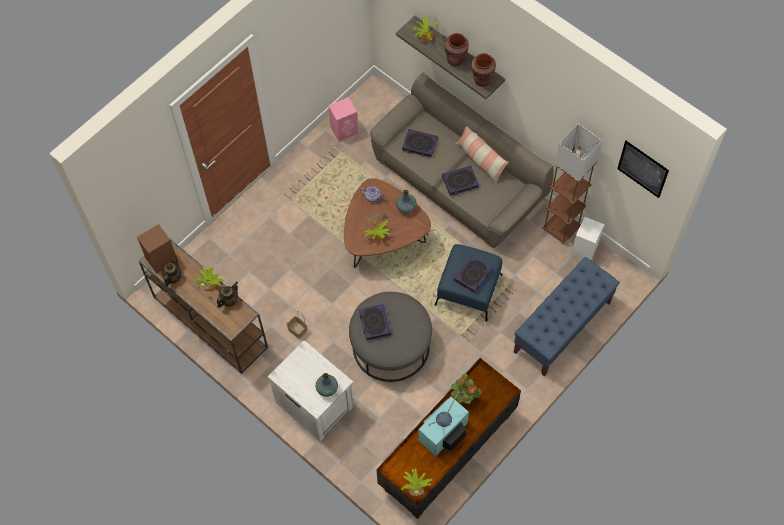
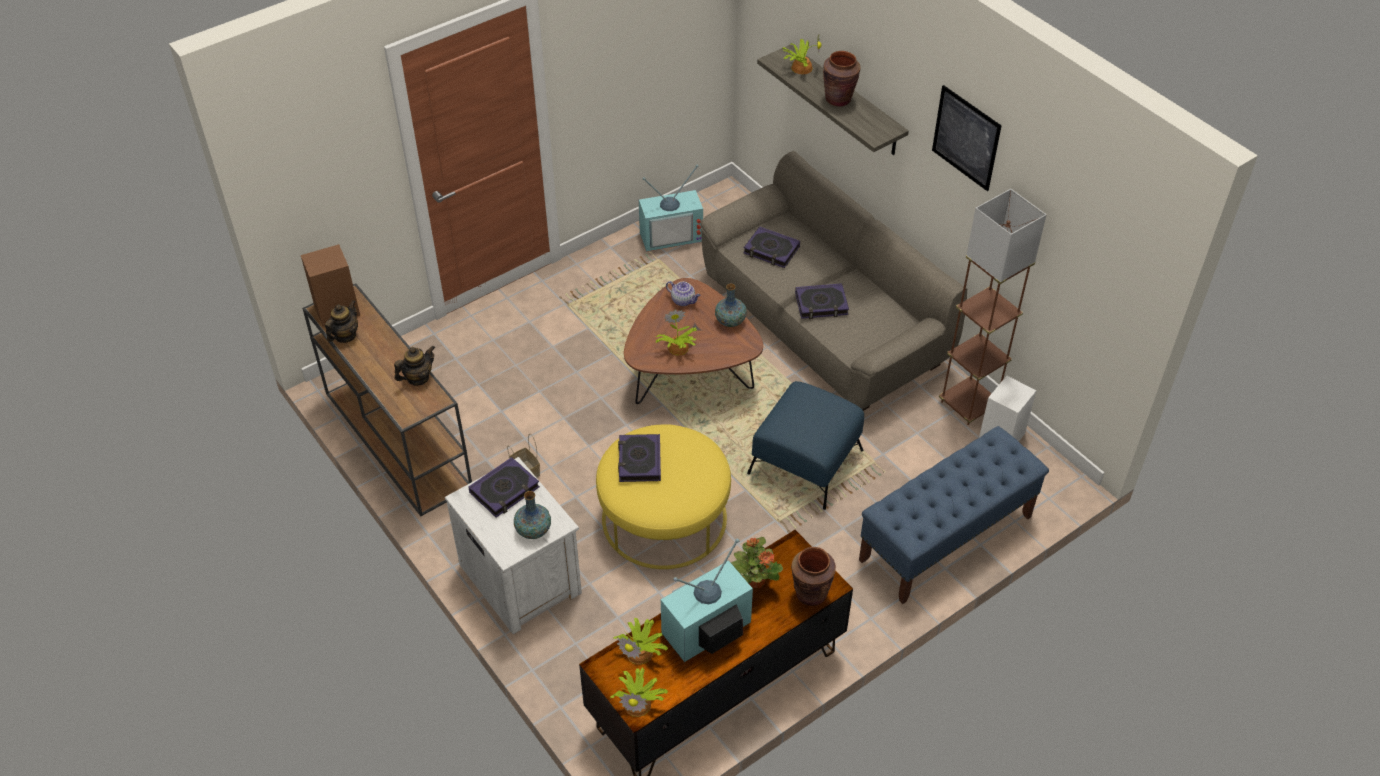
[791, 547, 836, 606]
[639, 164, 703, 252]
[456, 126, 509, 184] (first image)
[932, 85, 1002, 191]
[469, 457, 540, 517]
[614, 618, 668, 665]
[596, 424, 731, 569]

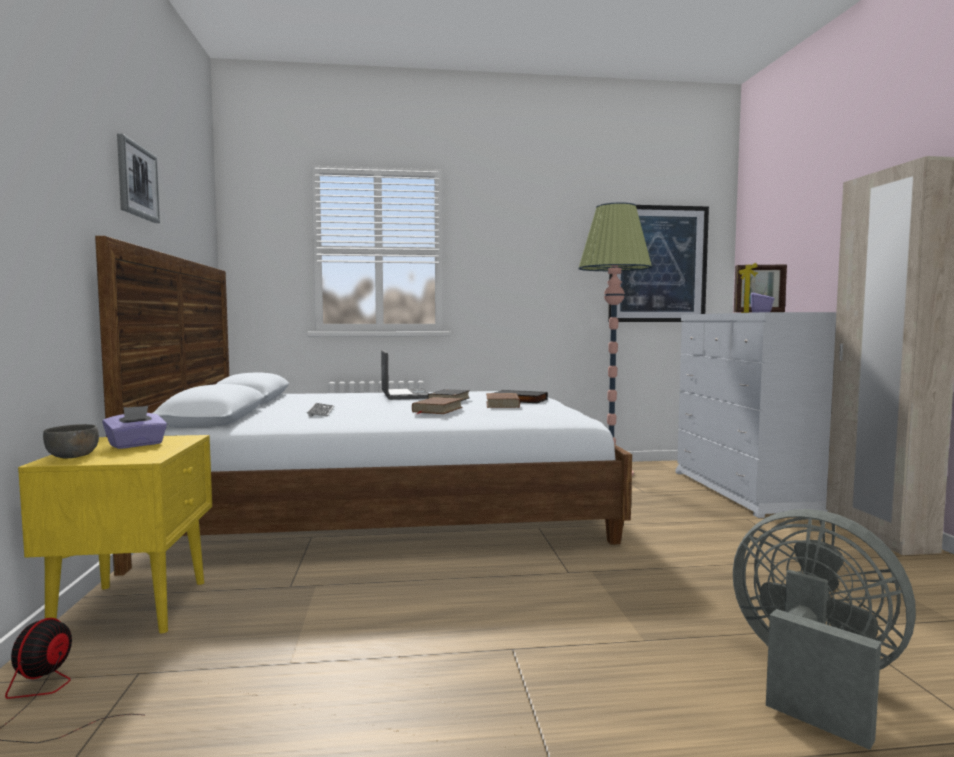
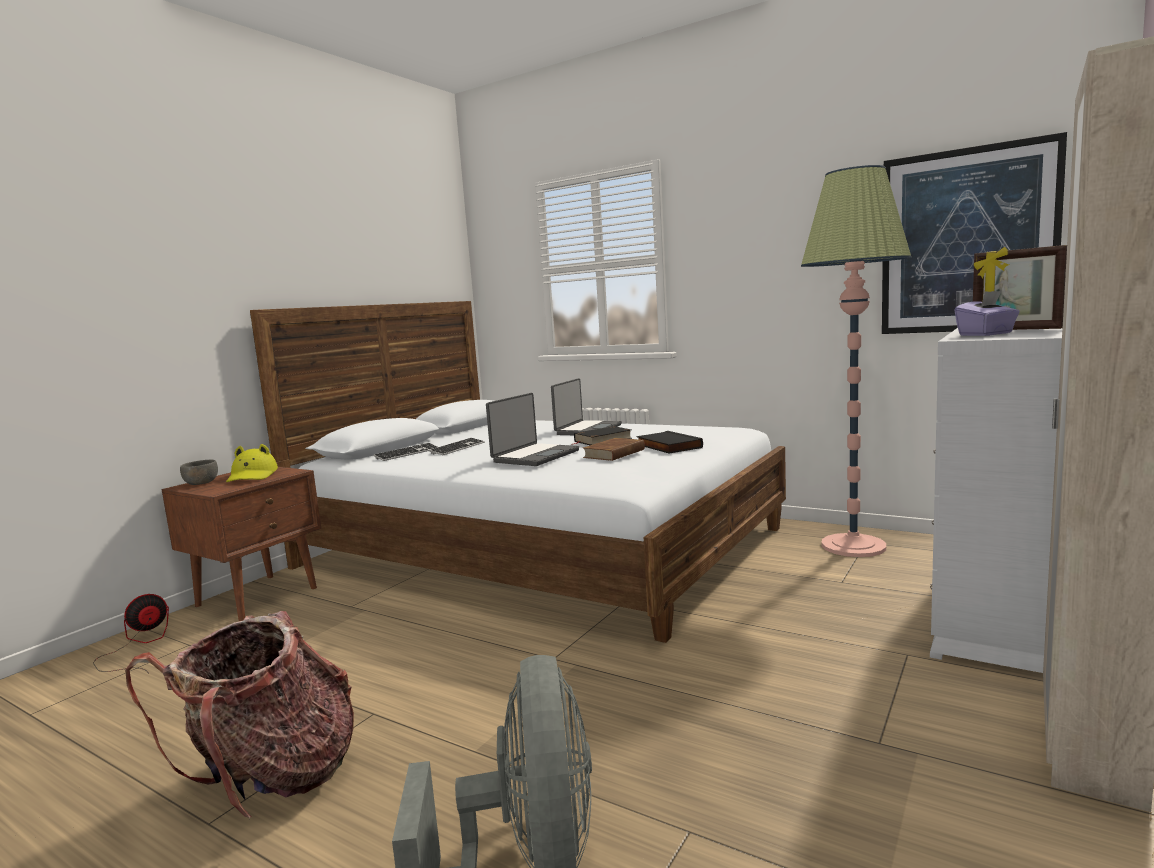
[117, 134, 160, 223] (first image)
[486, 393, 579, 466]
[226, 444, 278, 482]
[161, 467, 321, 621]
[373, 443, 438, 461]
[125, 611, 354, 819]

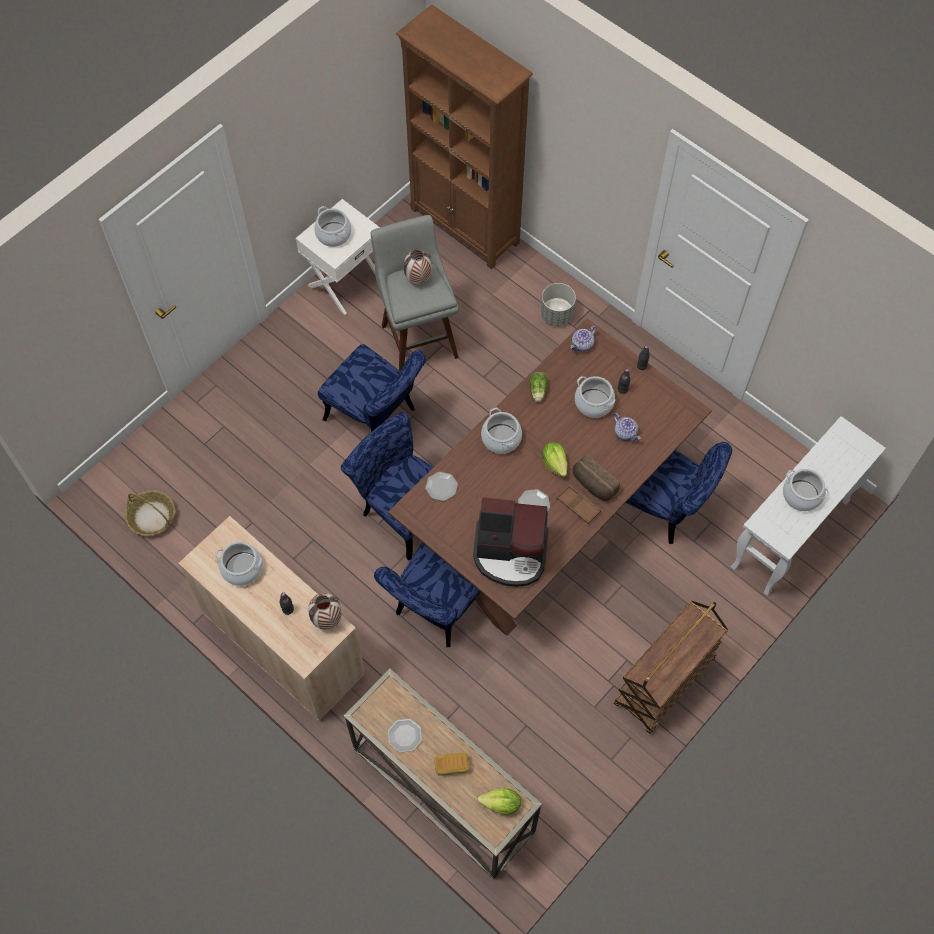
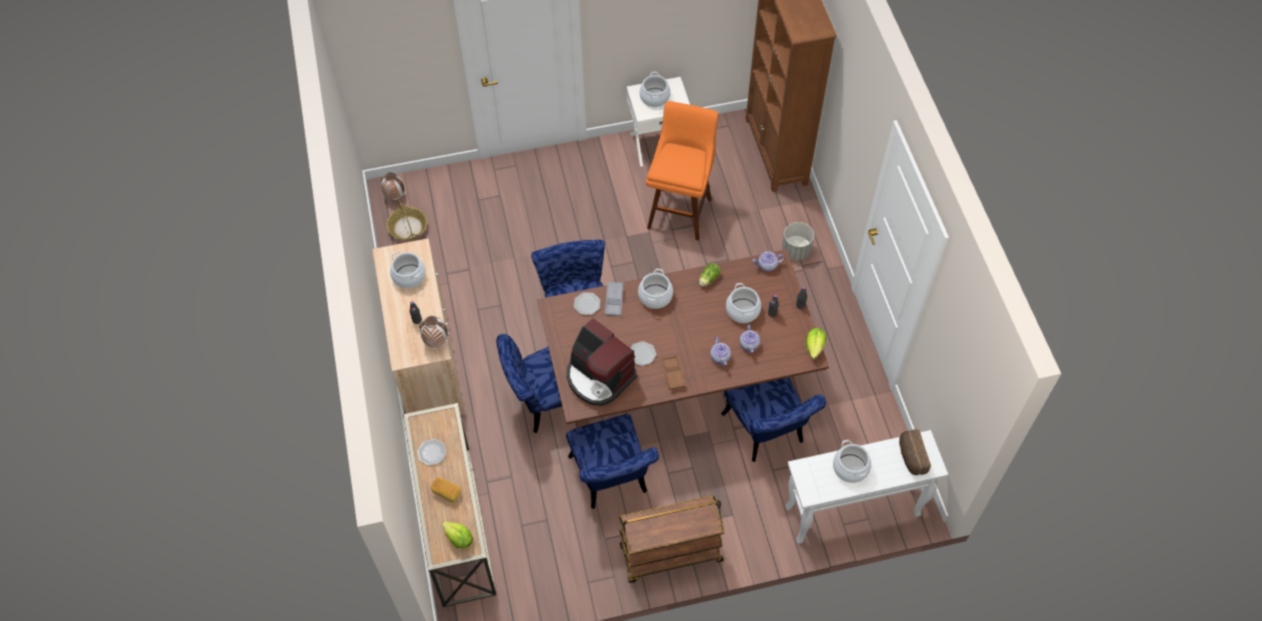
[646, 101, 718, 241]
[381, 172, 405, 200]
[566, 414, 659, 509]
[805, 328, 826, 359]
[899, 429, 931, 475]
[605, 282, 623, 316]
[710, 337, 731, 366]

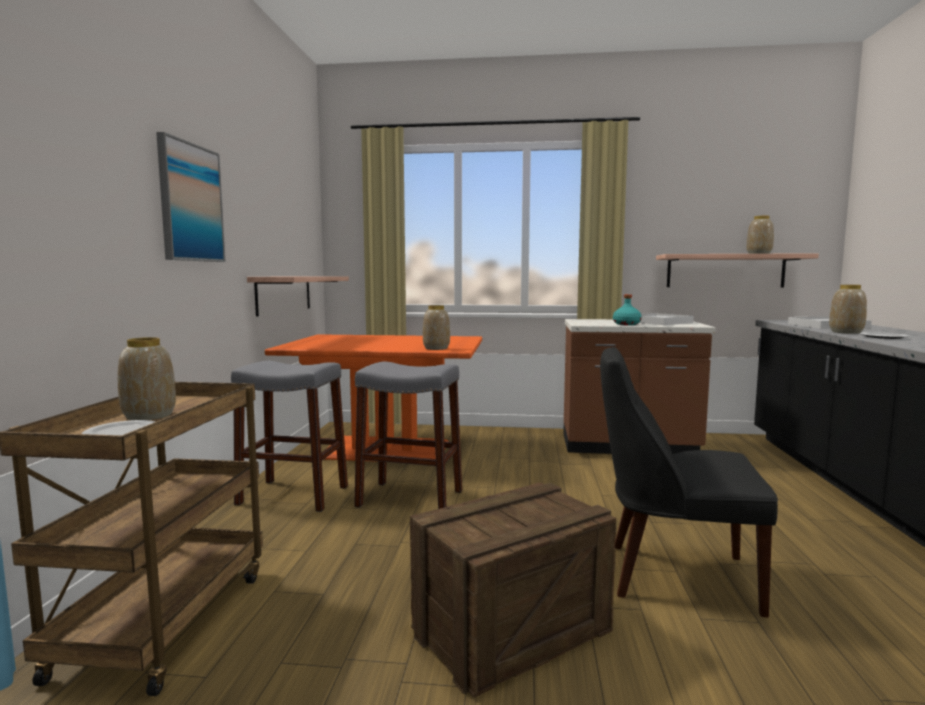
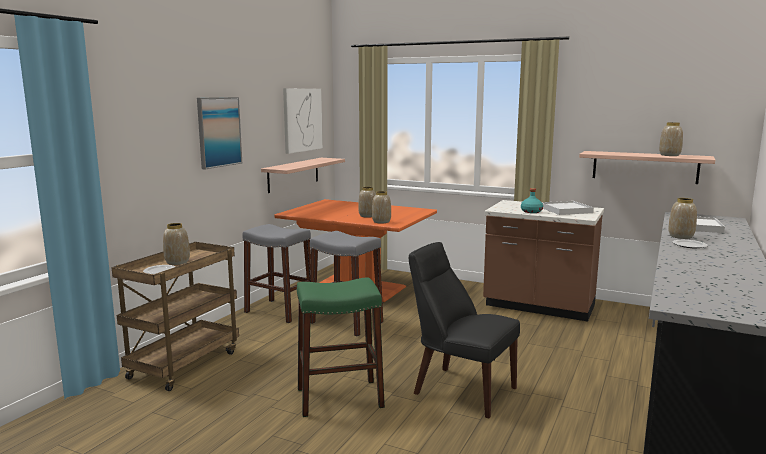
[297, 277, 385, 417]
[283, 88, 323, 154]
[358, 187, 376, 218]

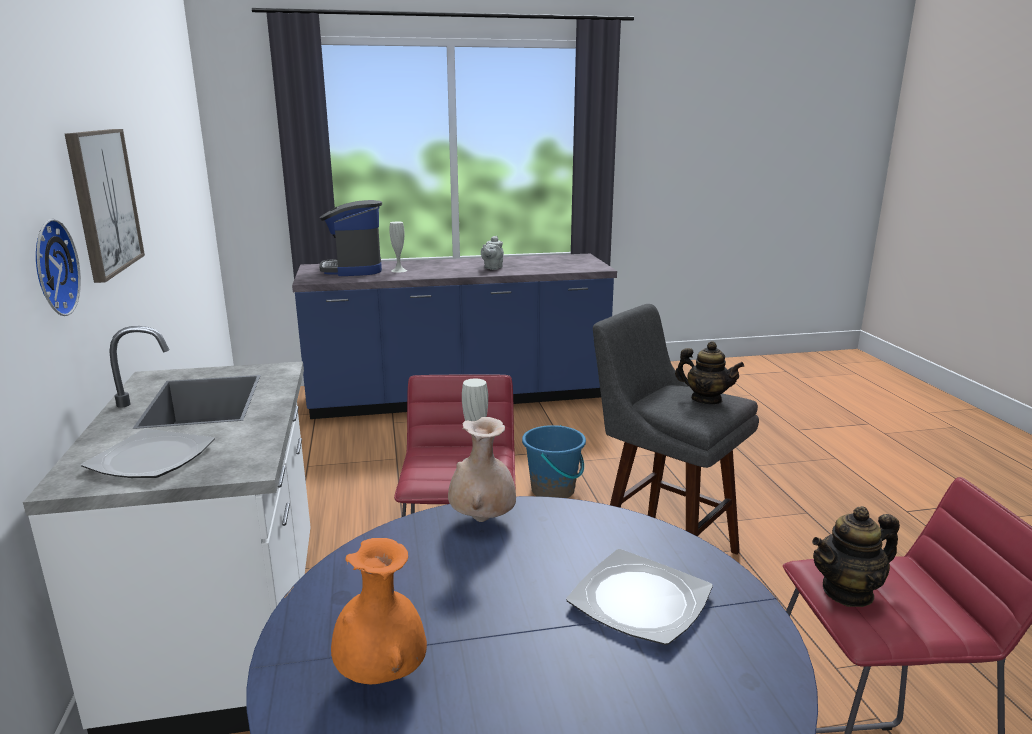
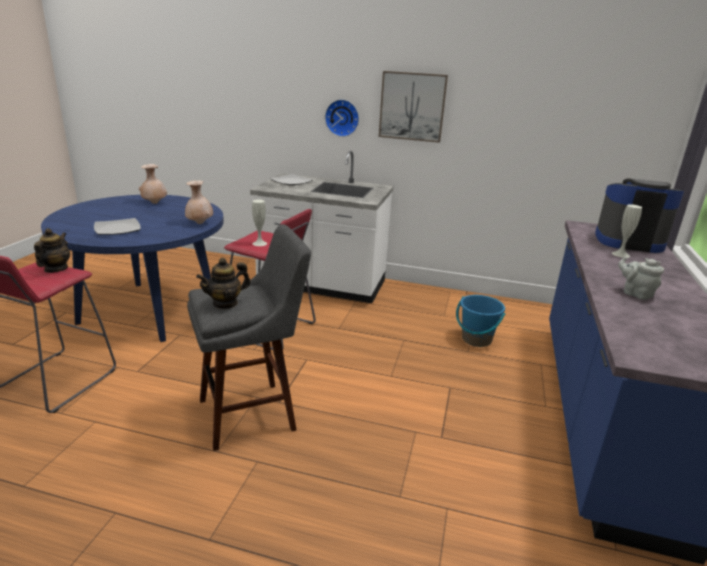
[456, 295, 505, 347]
[139, 164, 167, 204]

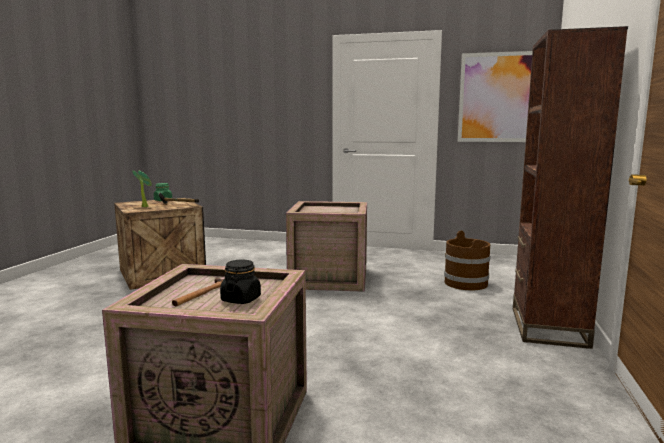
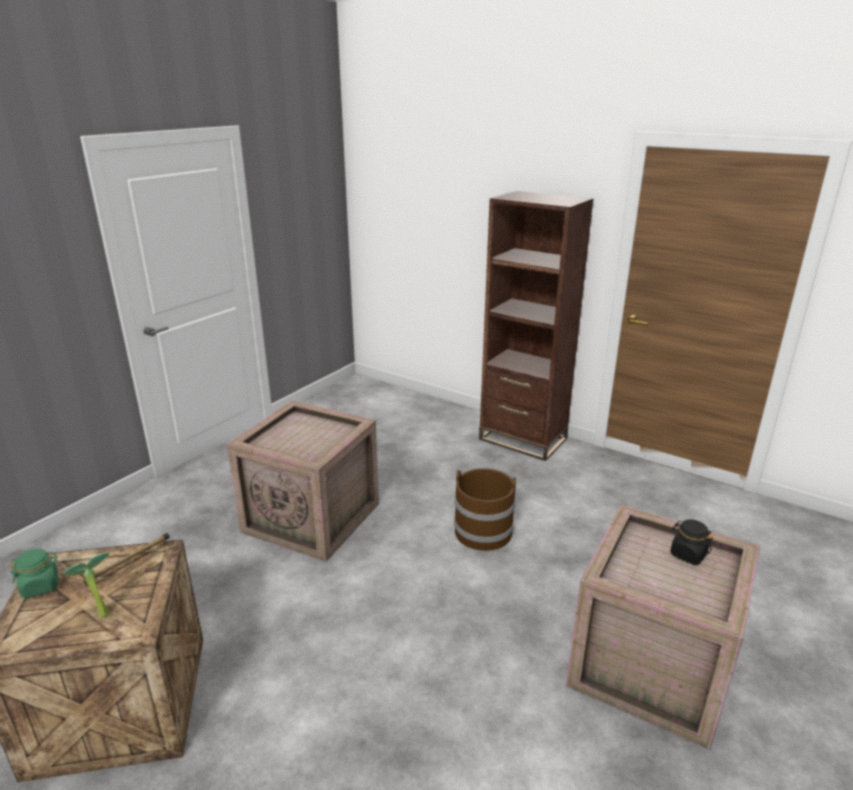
[458, 51, 533, 142] (first image)
[454, 468, 516, 551]
[172, 278, 224, 306] (first image)

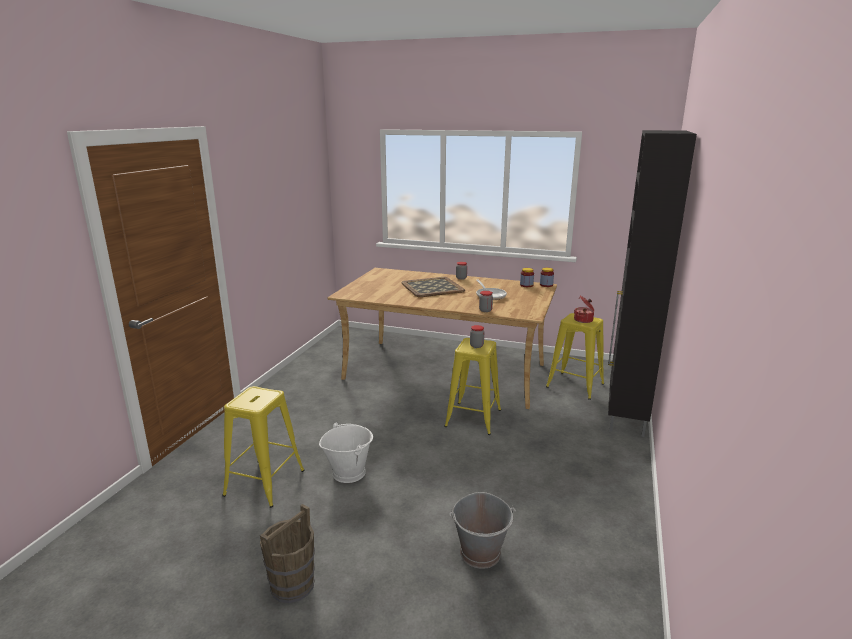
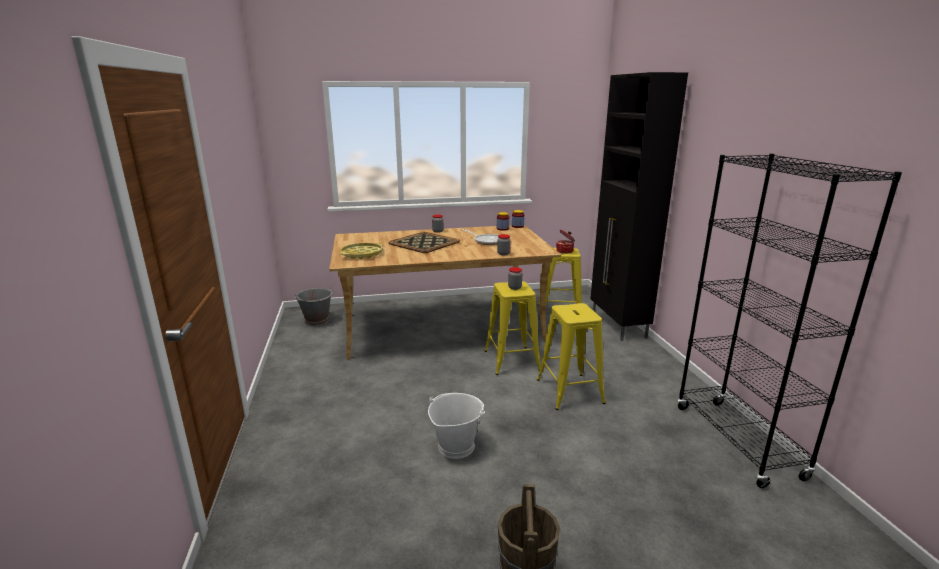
[537, 303, 606, 410]
[295, 287, 333, 326]
[677, 154, 902, 488]
[340, 243, 383, 259]

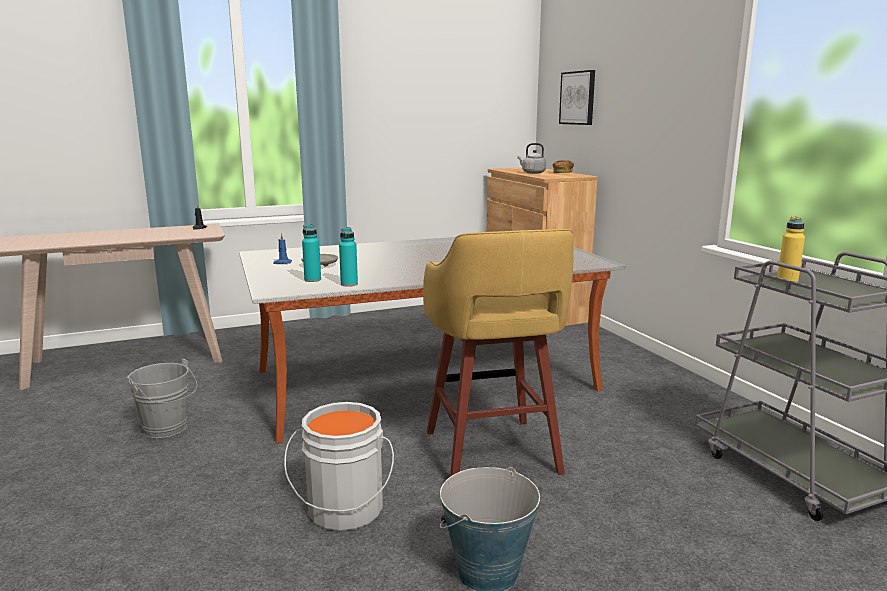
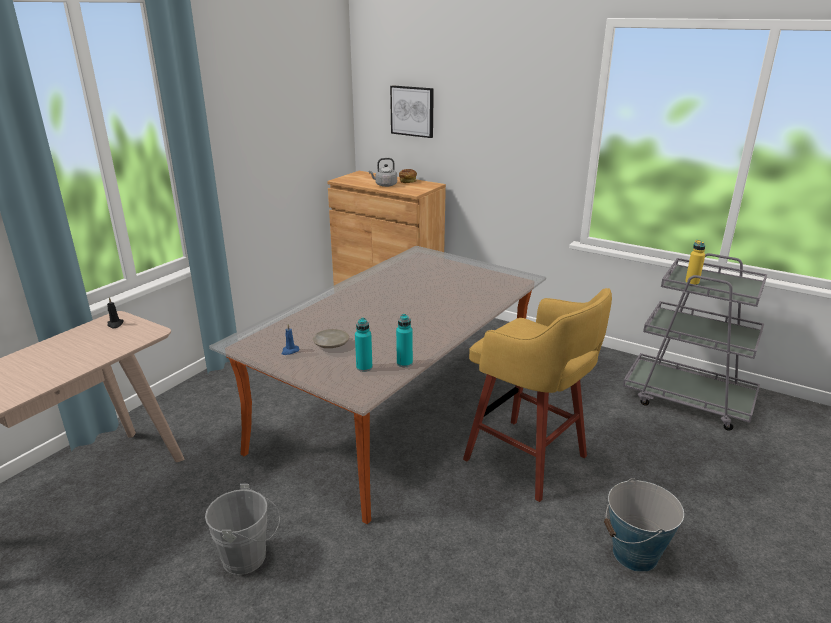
[284, 402, 394, 531] (first image)

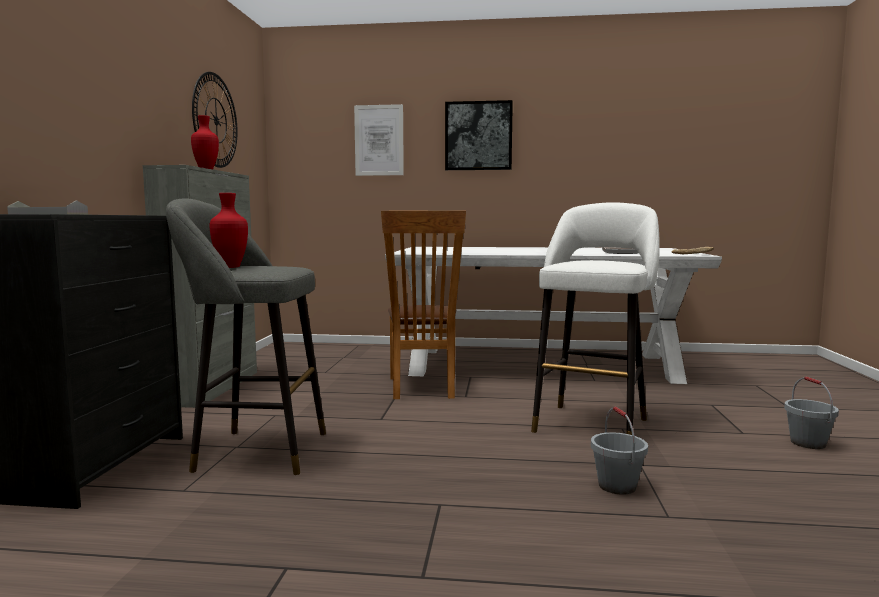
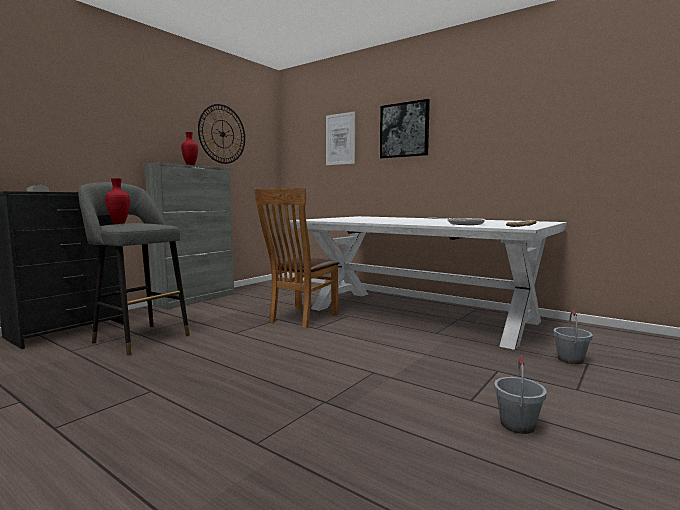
[531, 202, 660, 435] (first image)
[553, 310, 592, 364]

